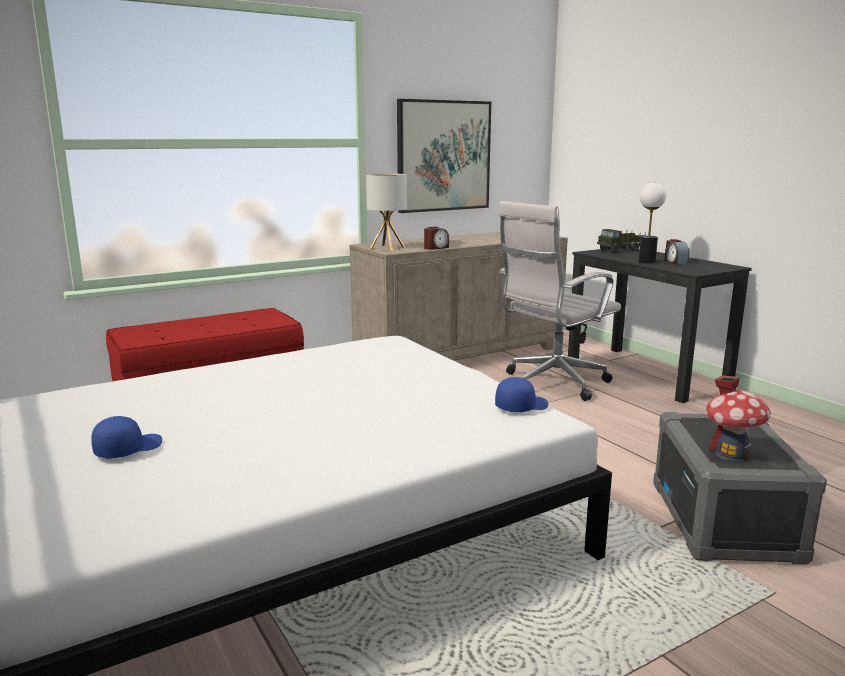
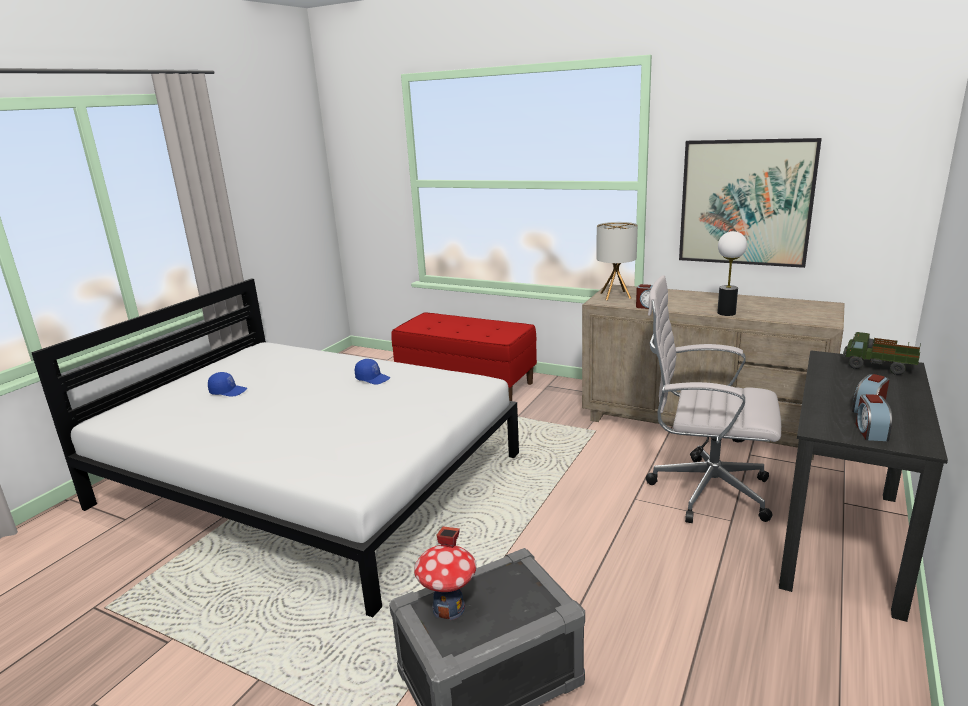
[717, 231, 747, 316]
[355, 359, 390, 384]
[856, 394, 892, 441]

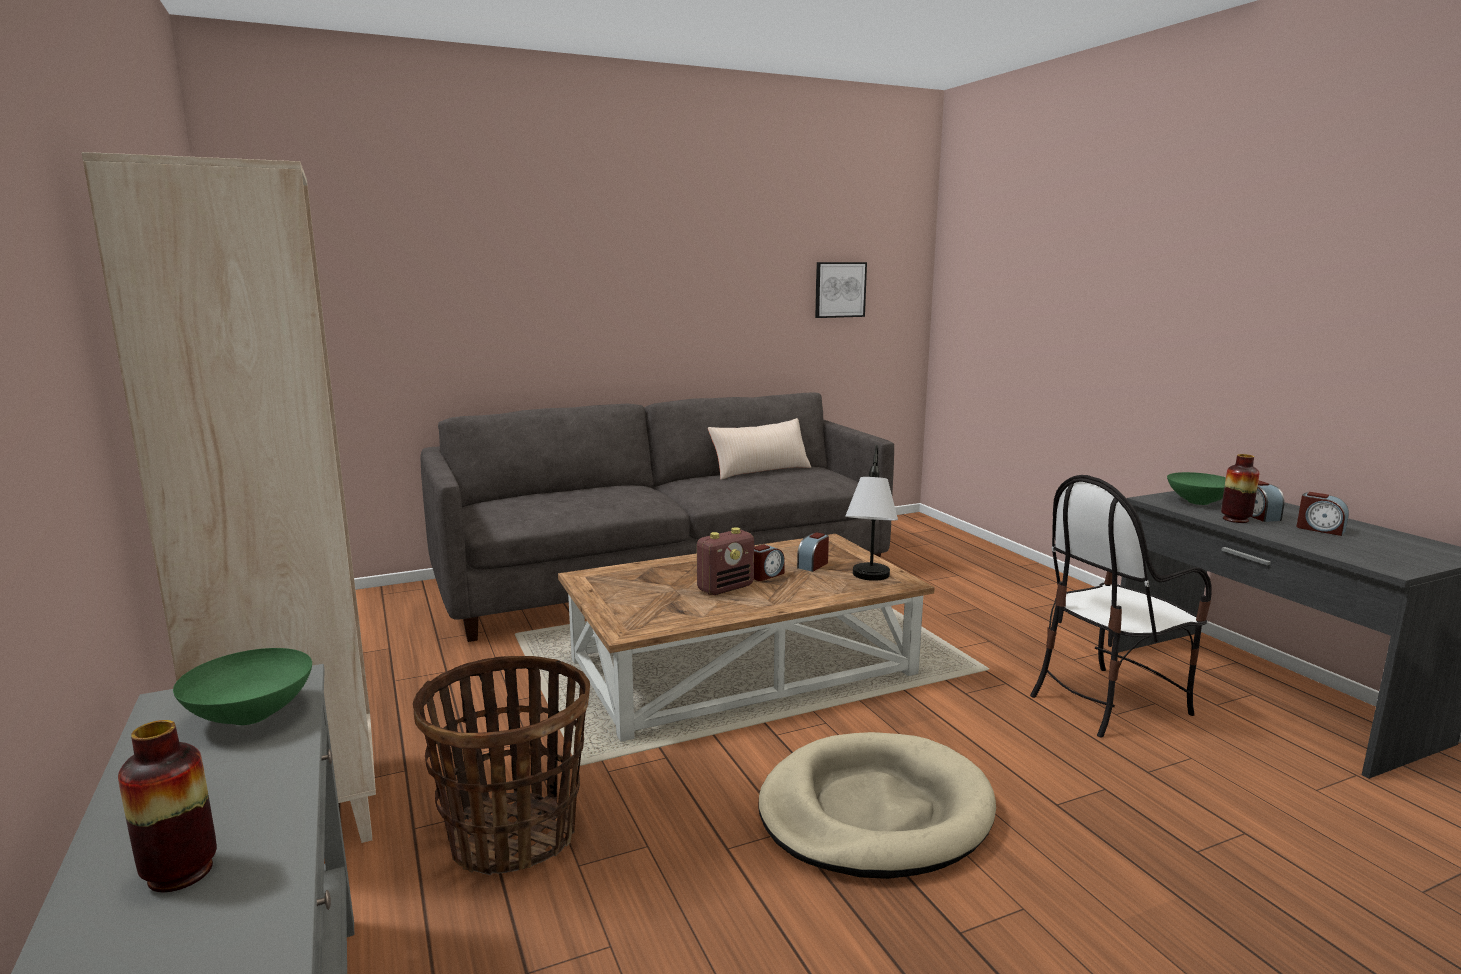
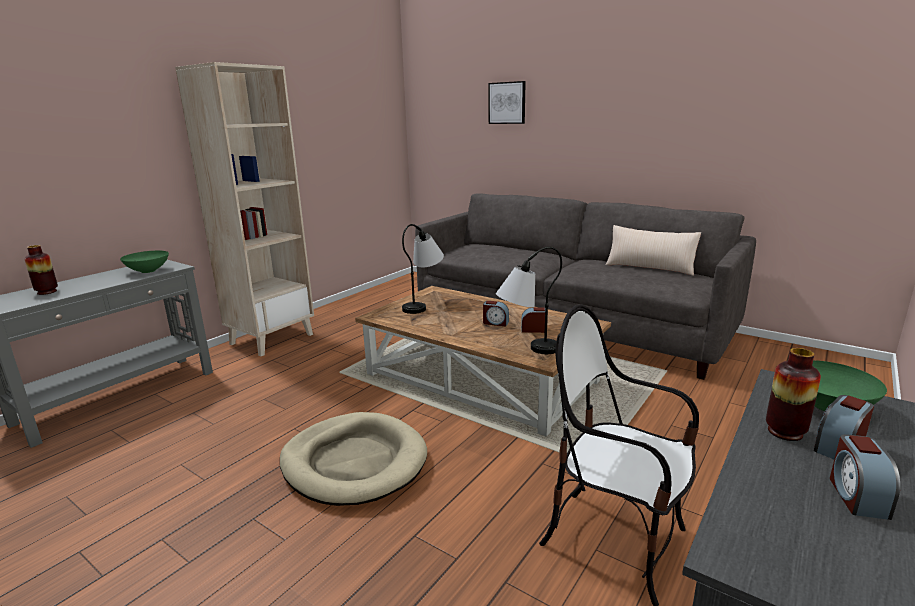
[489, 81, 526, 124]
[697, 527, 754, 595] (first image)
[413, 656, 590, 875] (first image)
[402, 224, 444, 314]

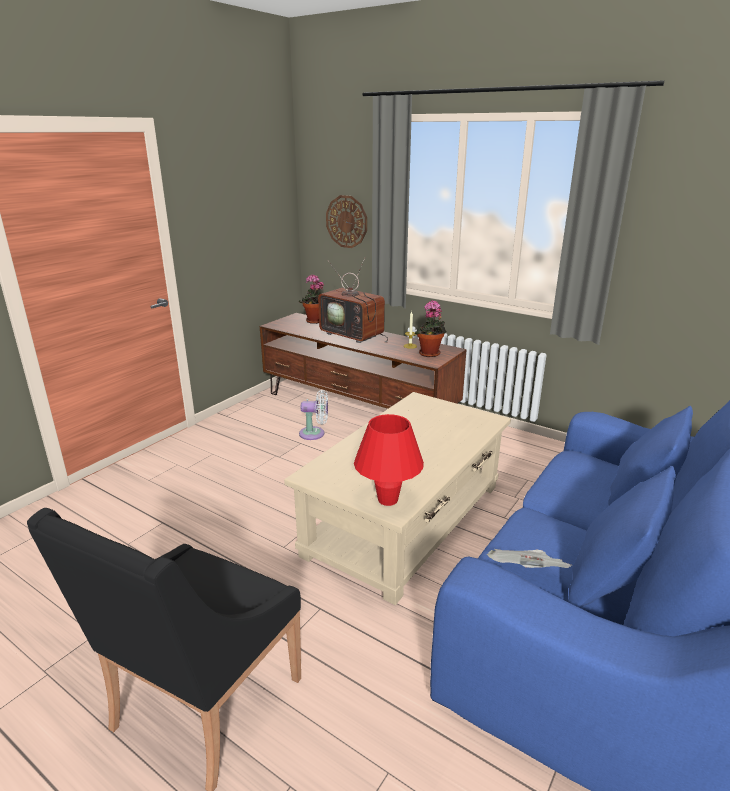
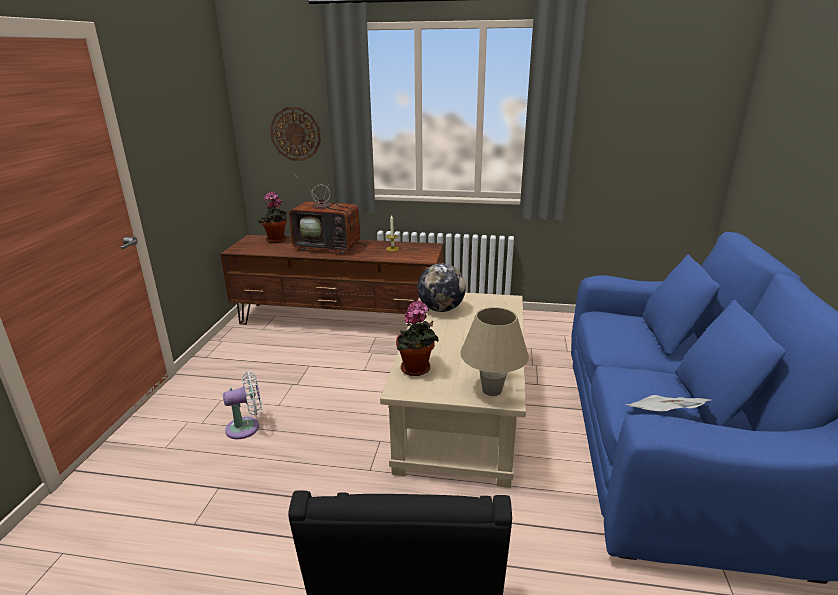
[396, 300, 438, 376]
[223, 371, 262, 439]
[460, 307, 529, 396]
[417, 264, 466, 312]

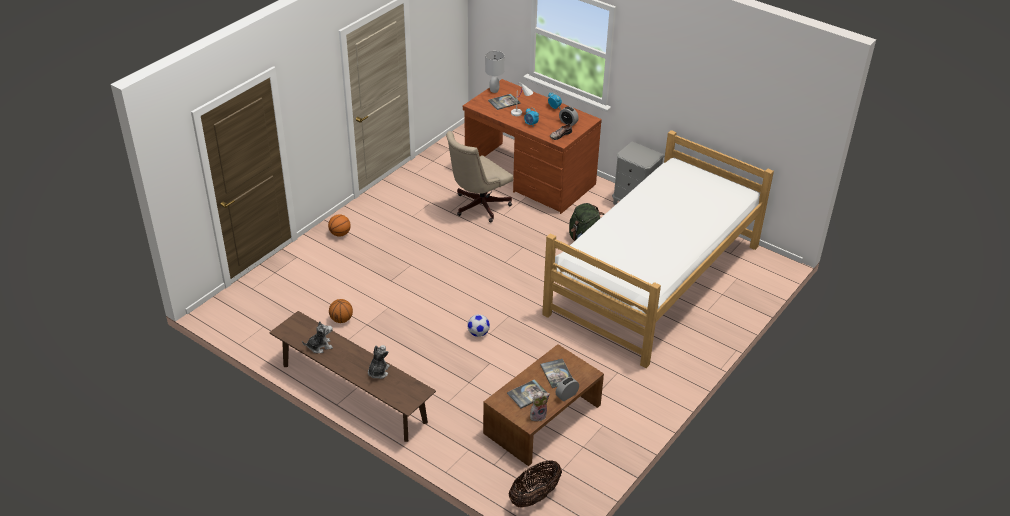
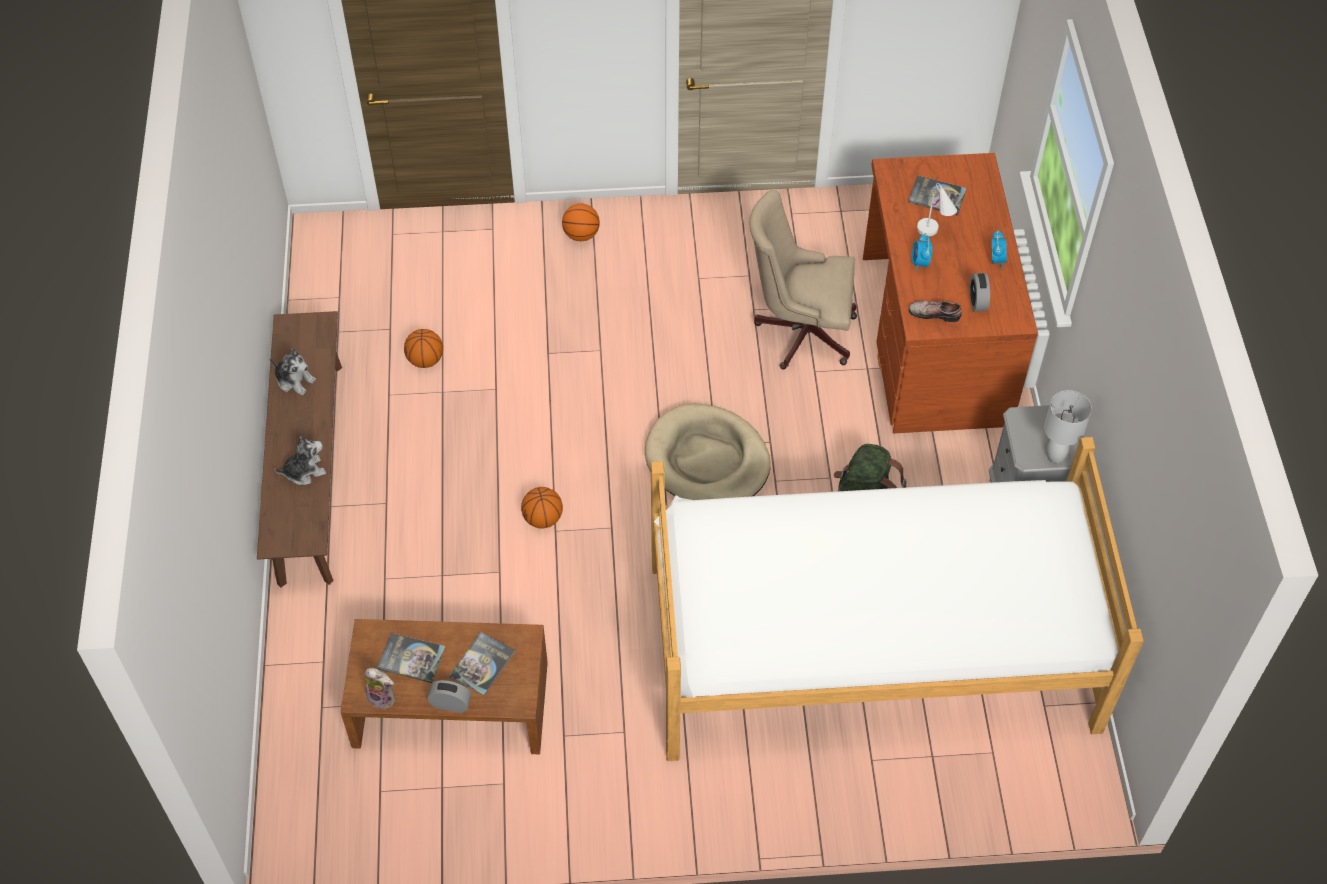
[1044, 390, 1092, 463]
[521, 487, 563, 529]
[509, 460, 562, 508] (first image)
[645, 404, 771, 500]

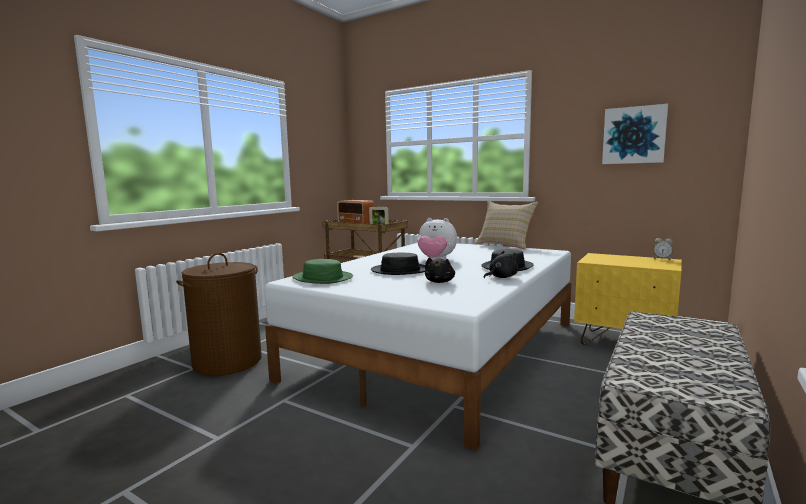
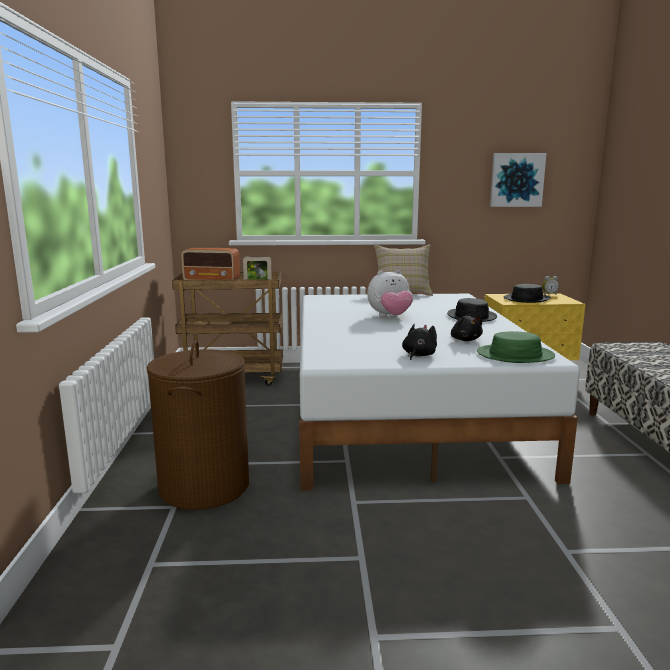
[402, 324, 437, 360]
[504, 284, 551, 303]
[477, 331, 555, 363]

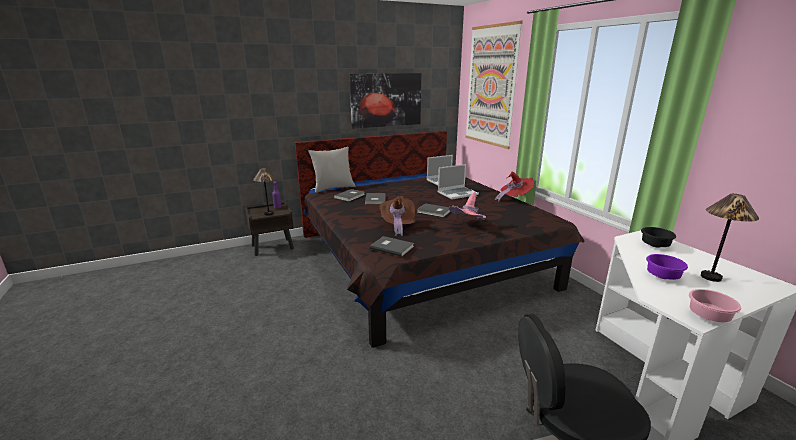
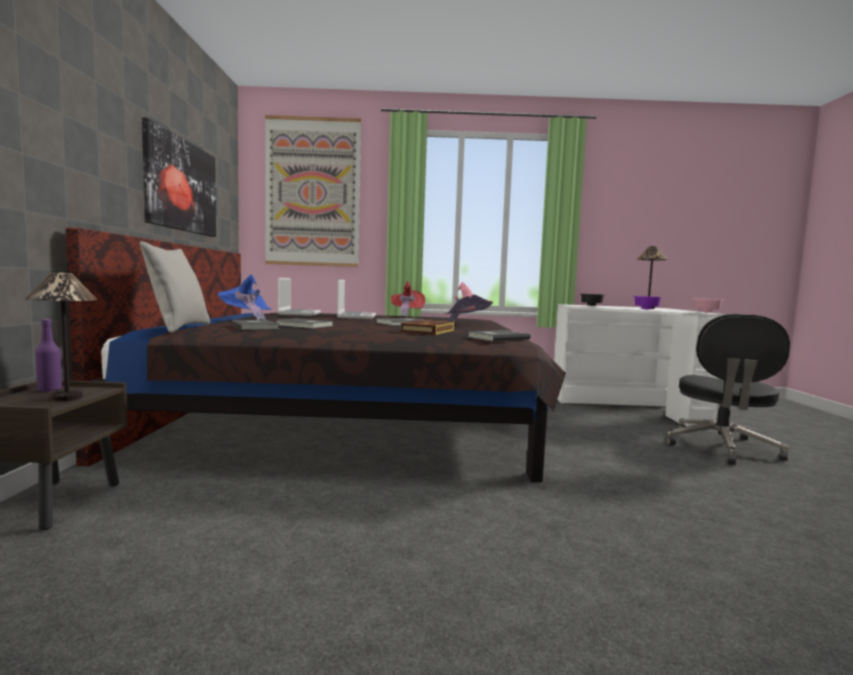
[400, 320, 454, 335]
[218, 275, 272, 320]

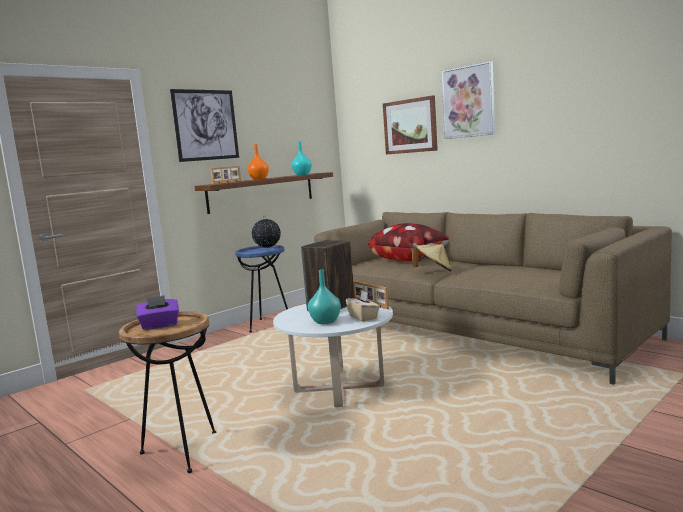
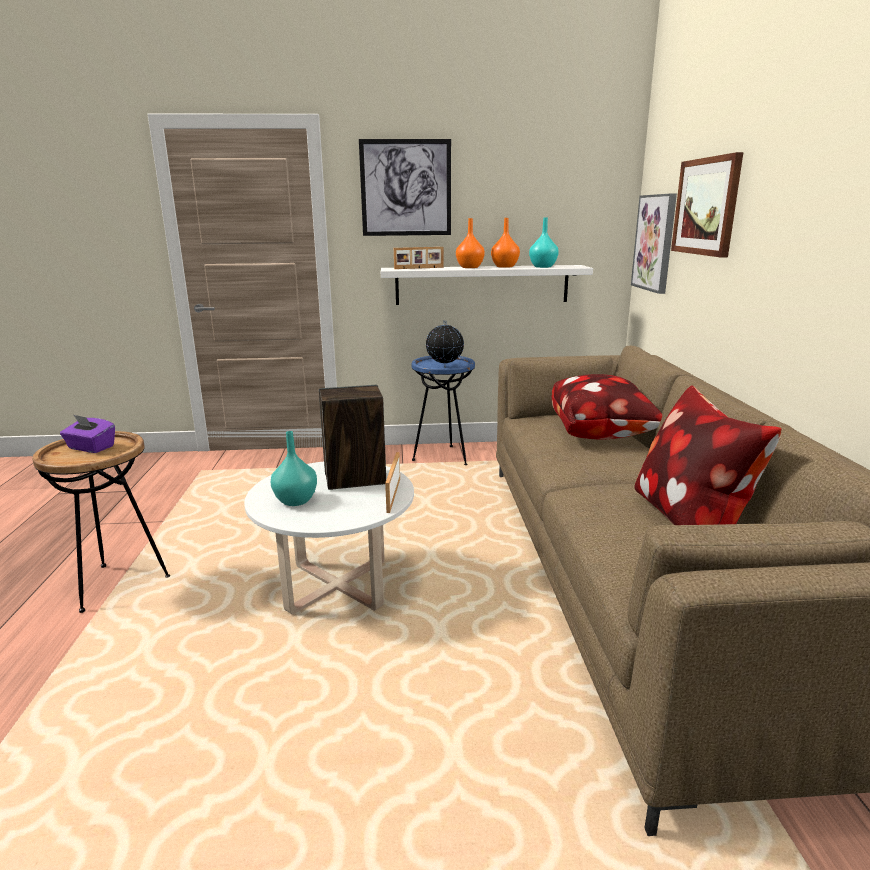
[631, 193, 677, 294]
[381, 265, 593, 305]
[412, 244, 452, 271] (first image)
[346, 291, 380, 322] (first image)
[491, 218, 520, 268]
[634, 385, 781, 525]

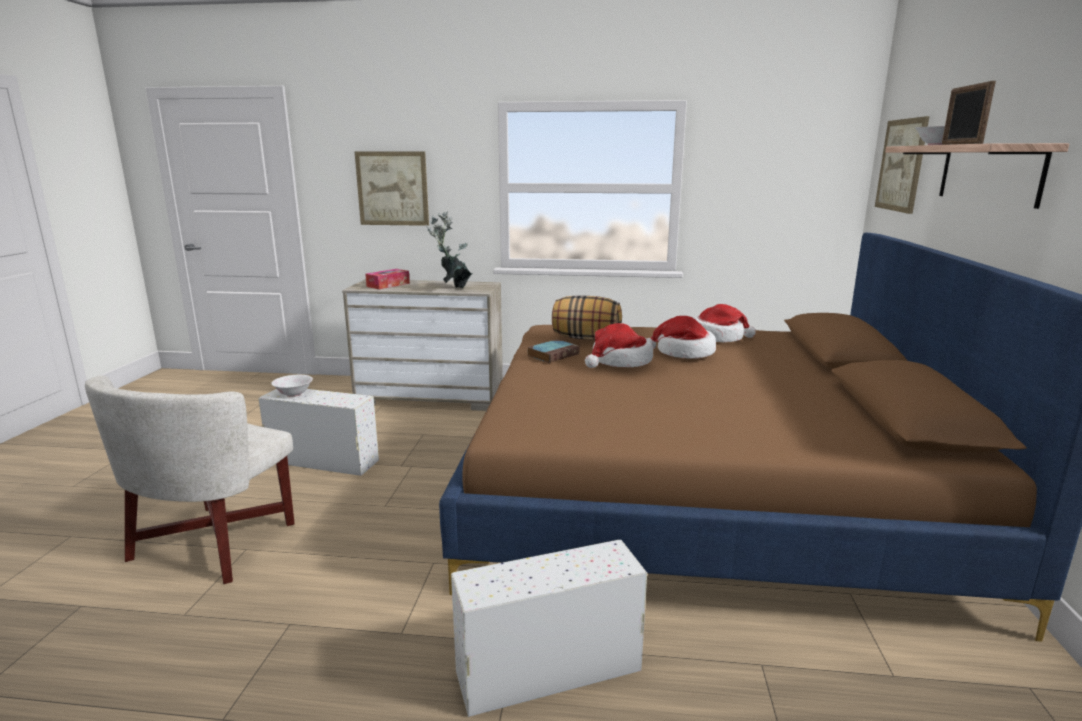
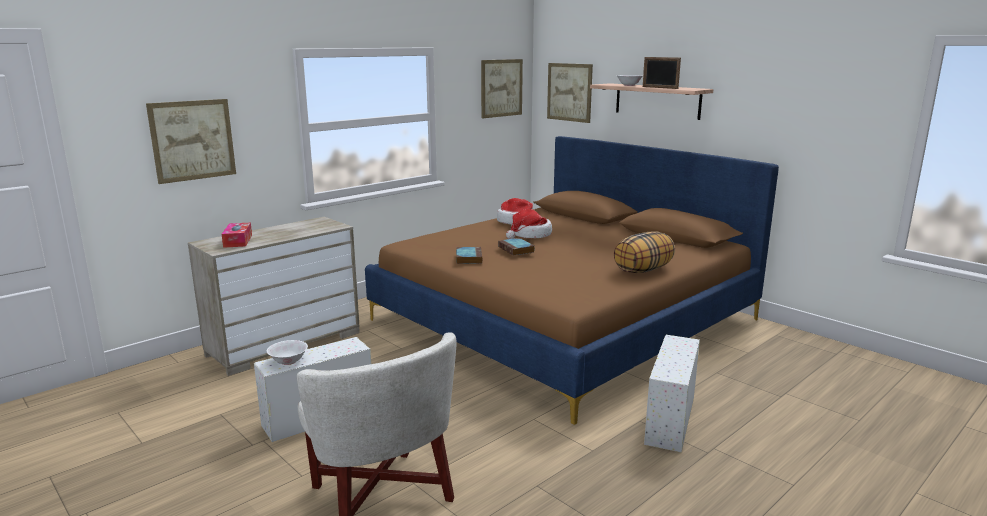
[426, 211, 473, 288] (first image)
[614, 231, 675, 273]
[498, 238, 535, 256]
[481, 59, 523, 118]

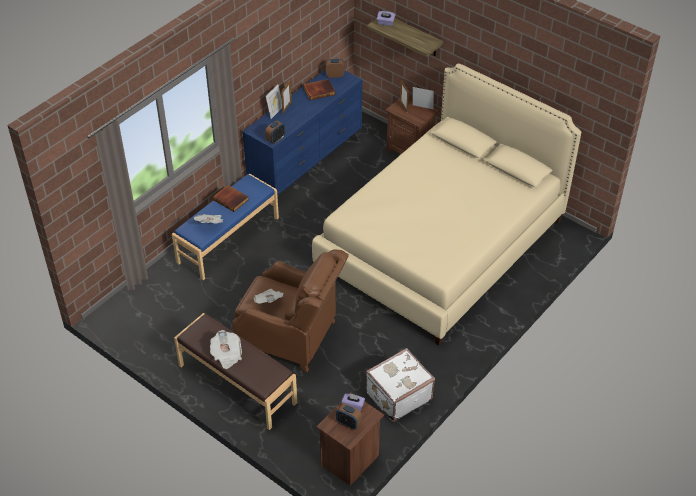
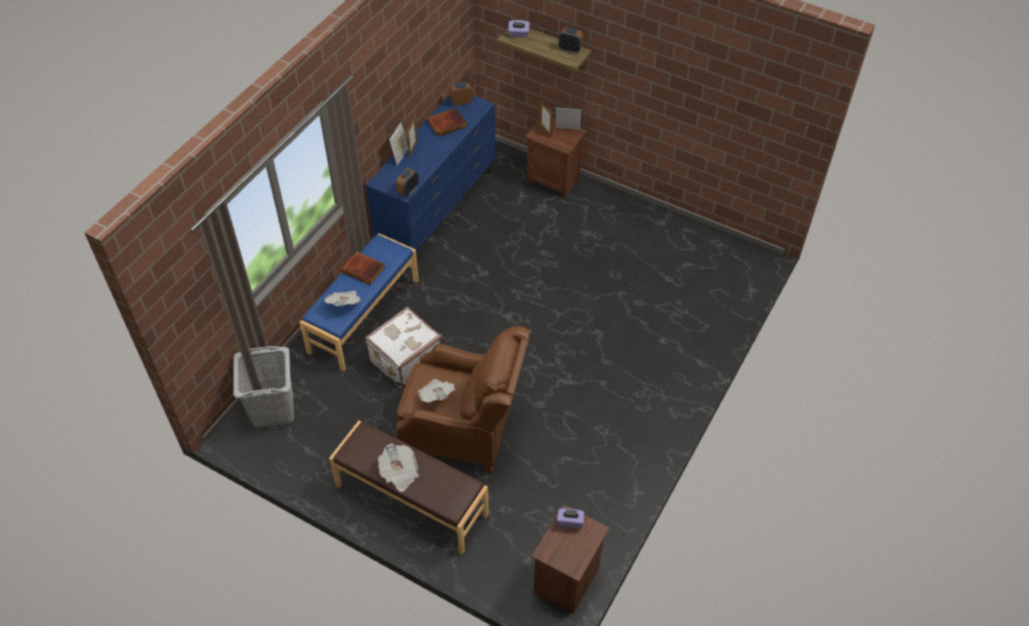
[312, 63, 581, 345] (first image)
[365, 307, 441, 389]
[558, 27, 583, 54]
[234, 346, 294, 428]

